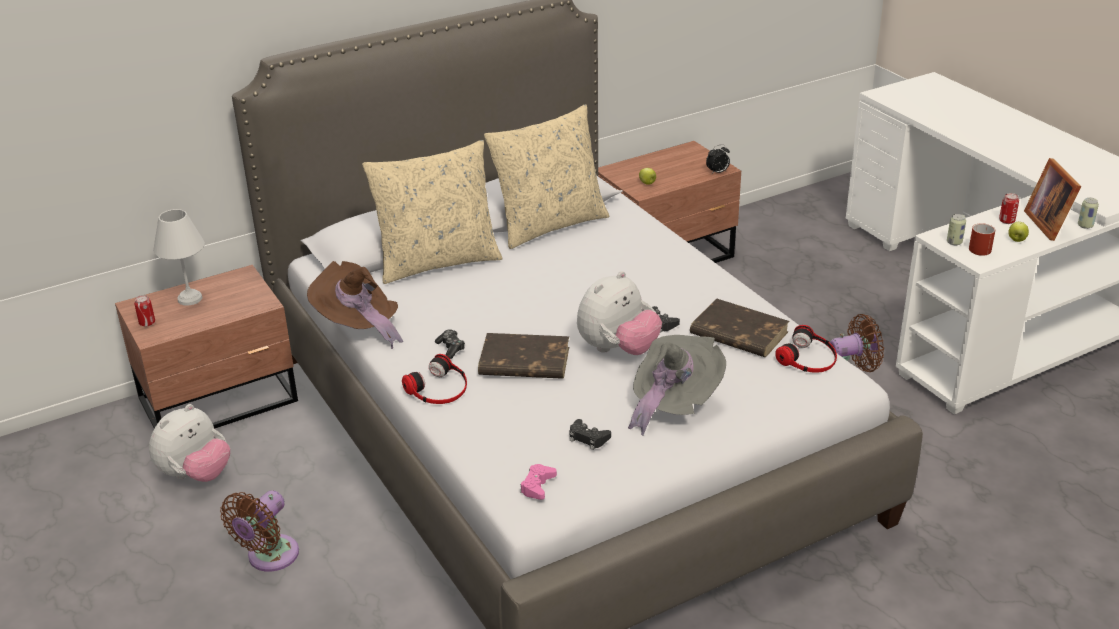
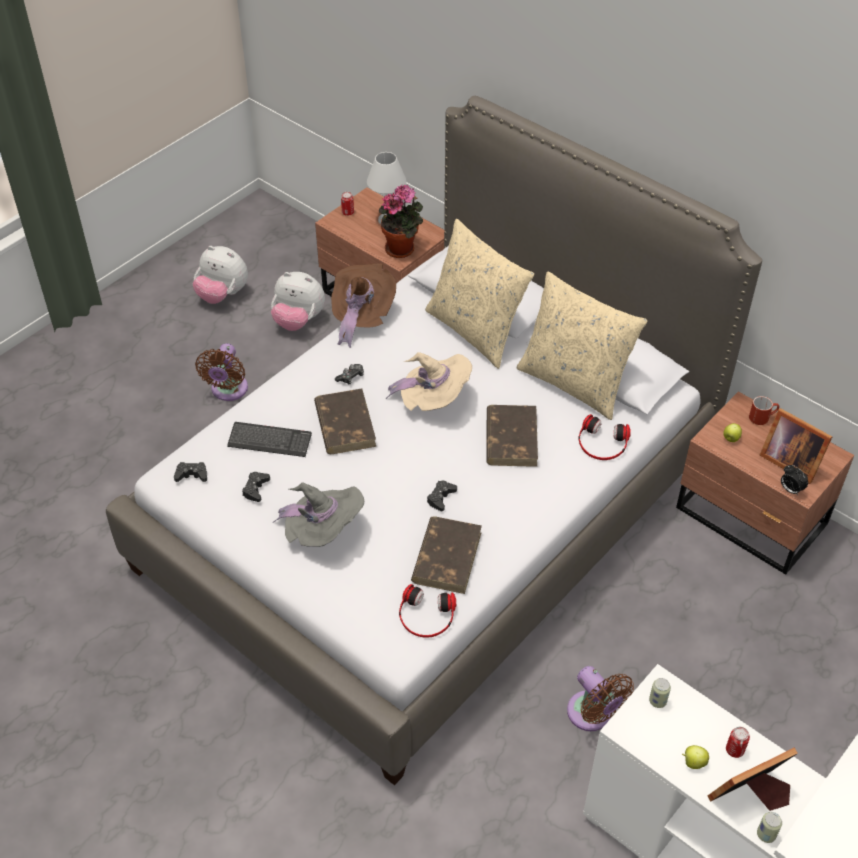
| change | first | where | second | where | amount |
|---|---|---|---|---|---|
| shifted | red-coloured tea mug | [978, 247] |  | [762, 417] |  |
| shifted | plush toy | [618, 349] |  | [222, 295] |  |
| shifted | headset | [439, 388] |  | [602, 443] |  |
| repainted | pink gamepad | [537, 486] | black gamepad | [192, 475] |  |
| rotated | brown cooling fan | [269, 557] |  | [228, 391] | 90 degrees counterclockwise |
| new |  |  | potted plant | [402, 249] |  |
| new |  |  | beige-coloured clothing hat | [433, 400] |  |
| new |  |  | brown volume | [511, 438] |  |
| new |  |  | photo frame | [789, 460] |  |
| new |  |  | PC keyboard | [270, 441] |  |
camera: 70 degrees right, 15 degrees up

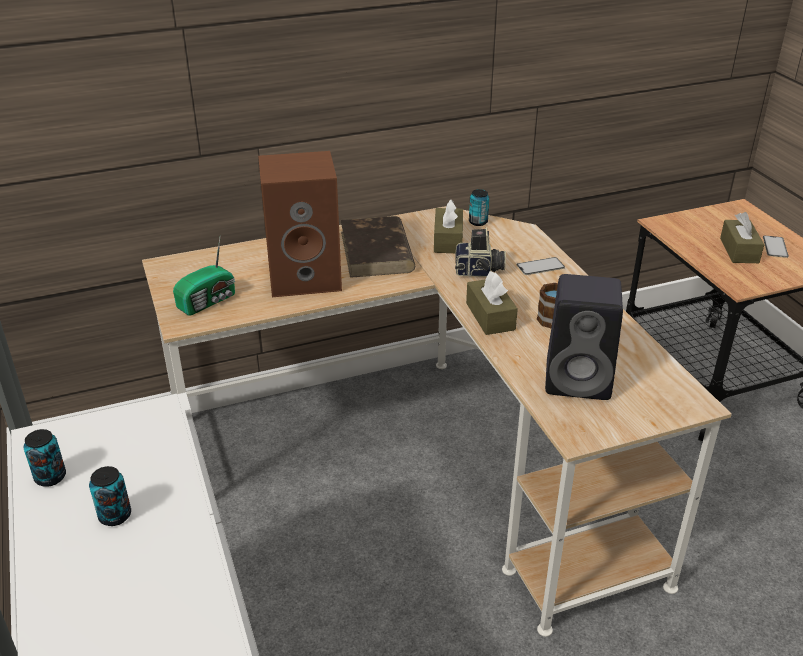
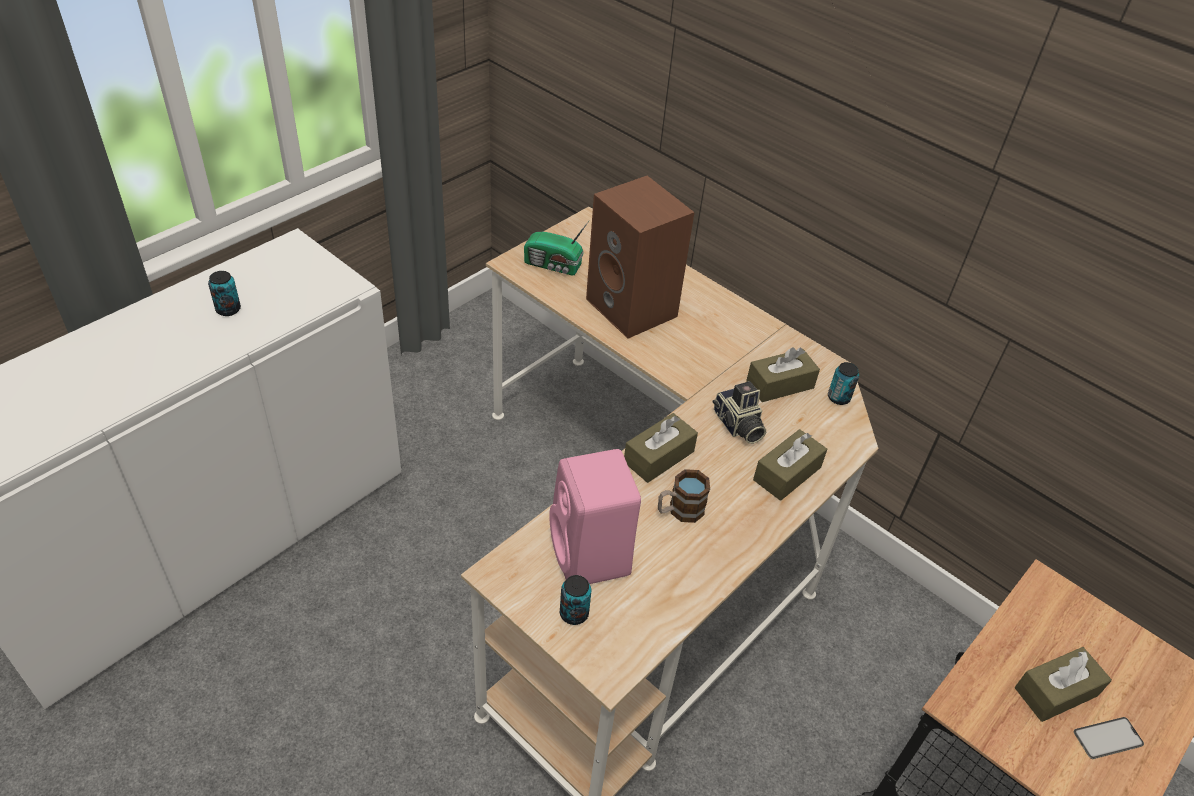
| change | first | where | second | where | amount |
|---|---|---|---|---|---|
| gone | brown volume | [377, 252] |  |  |  |
| swapped | phone | [540, 266] | brown tissue holder | [787, 473] |  |
| repainted | black speaker | [580, 380] | pink speaker | [592, 557] |  |
| shifted | can | [50, 477] |  | [574, 613] |  |
camera: 60 degrees right, 10 degrees up

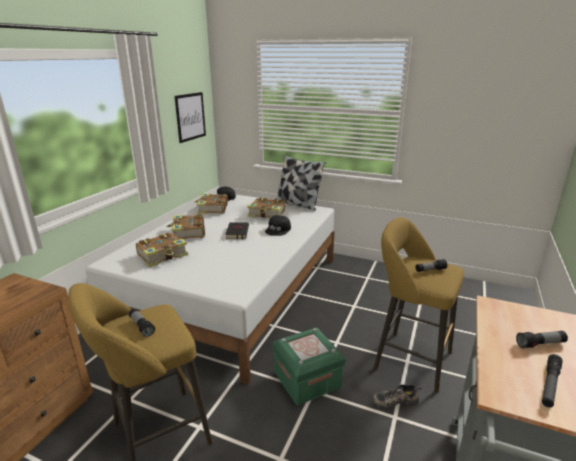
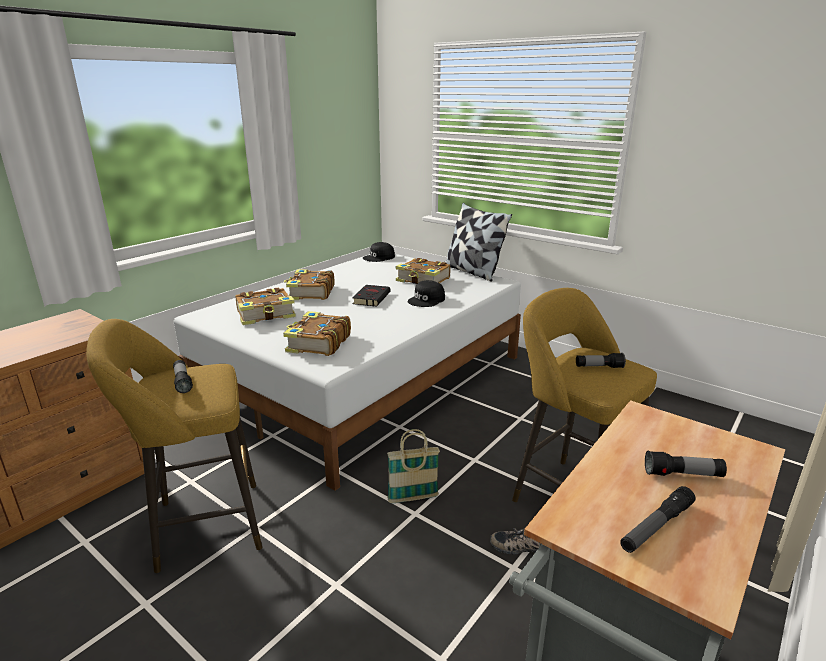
| change | first | where | second | where | amount |
|---|---|---|---|---|---|
| gone | picture | [190, 117] |  |  |  |
| shifted | volume | [212, 209] |  | [318, 343] |  |
| swapped | green storage bin | [307, 379] | storage basket | [413, 498] |  |
camera: 15 degrees right, 0 degrees up

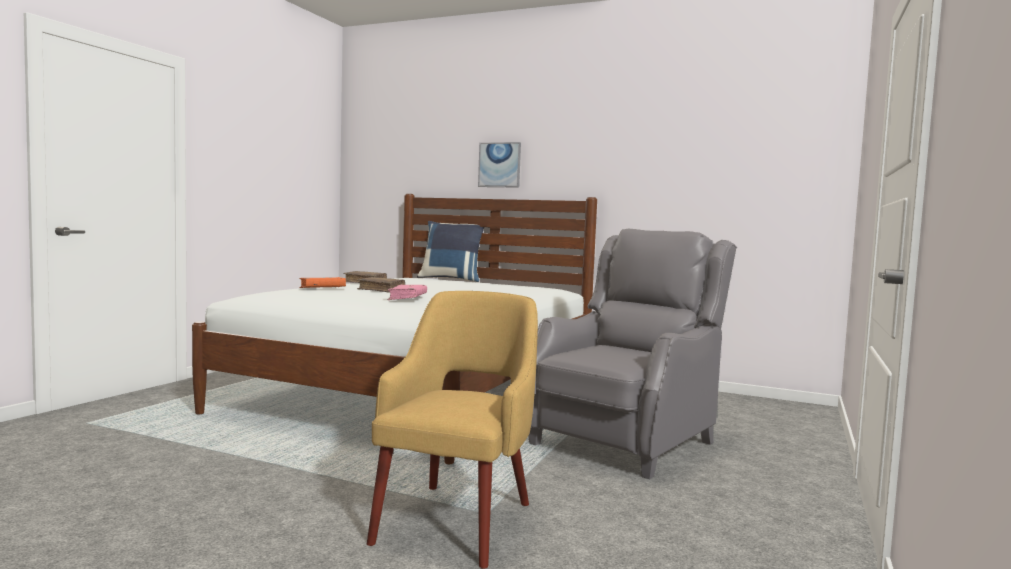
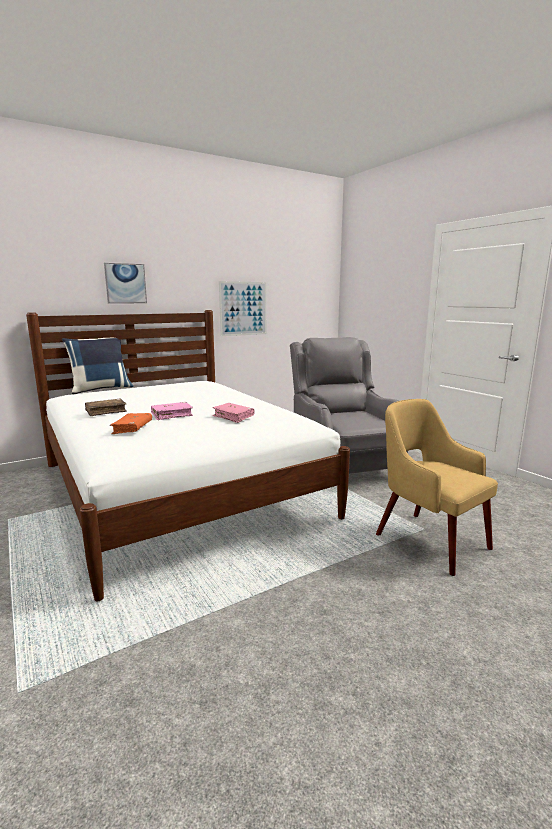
| change | first | where | second | where | amount |
|---|---|---|---|---|---|
| repainted | brown volume | [381, 290] | pink volume | [172, 415] |  |
| new |  |  | picture | [243, 308] |  |
camera: 55 degrees left, 10 degrees up

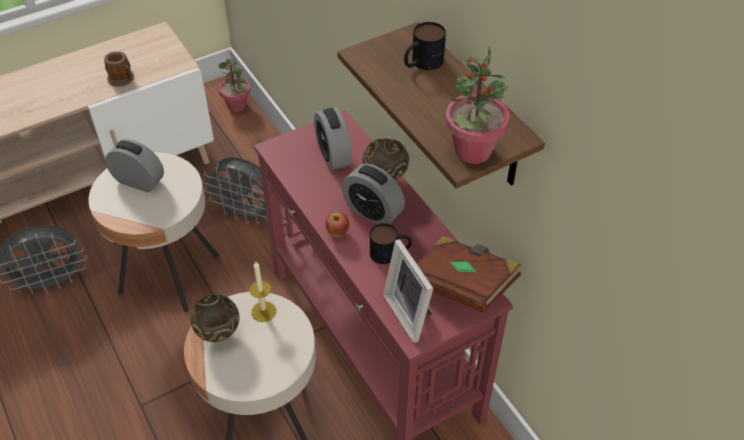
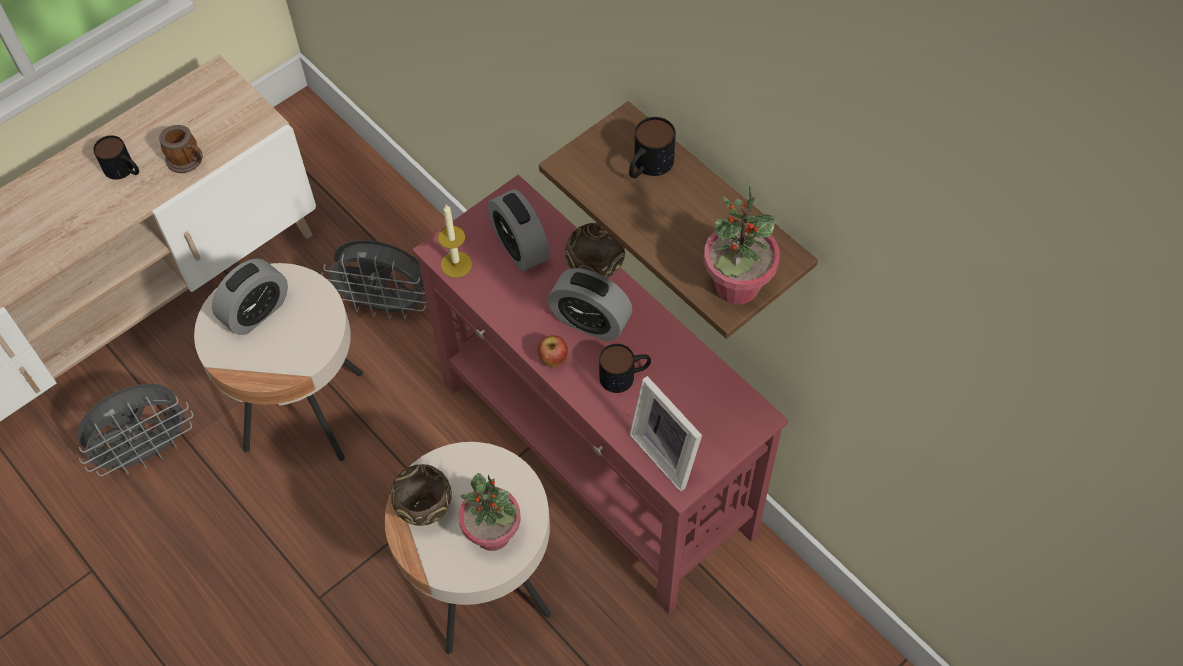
| change | first | where | second | where | amount |
|---|---|---|---|---|---|
| shifted | potted plant | [237, 105] |  | [493, 534] |  |
| rotated | alarm clock | [139, 181] |  | [256, 312] | 120 degrees clockwise |
| gone | brown volume | [462, 285] |  |  |  |
| shifted | wax candle | [263, 311] |  | [456, 264] |  |
| new |  |  | tea mug | [124, 170] |  |
camera: 10 degrees left, 10 degrees up

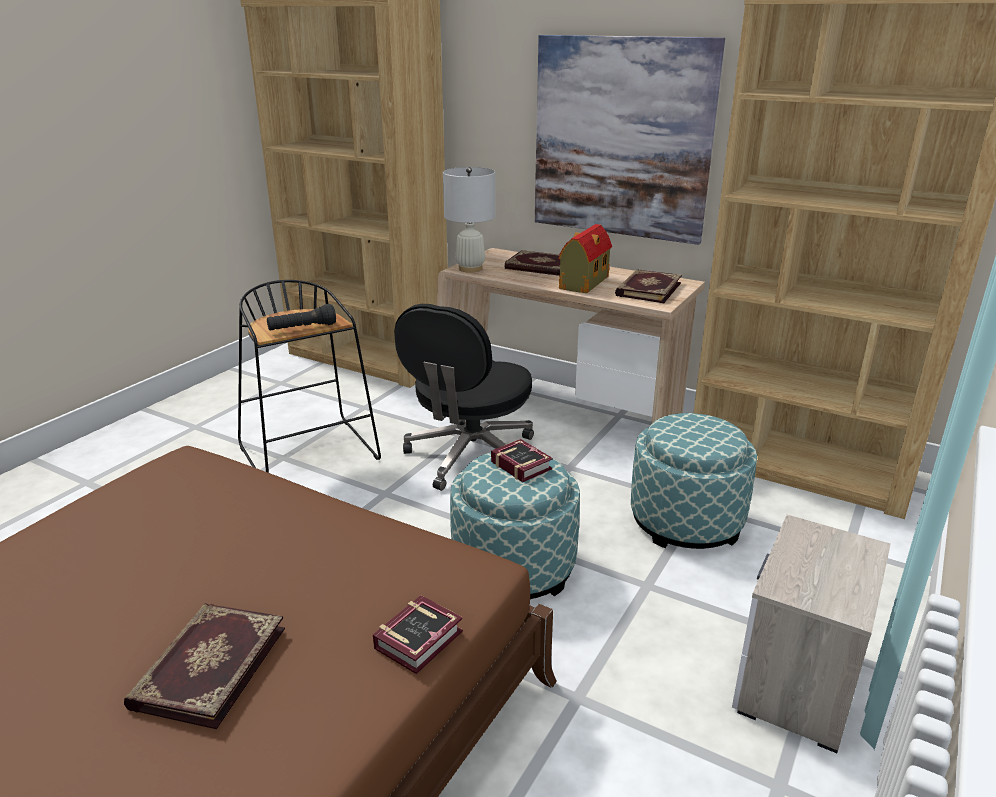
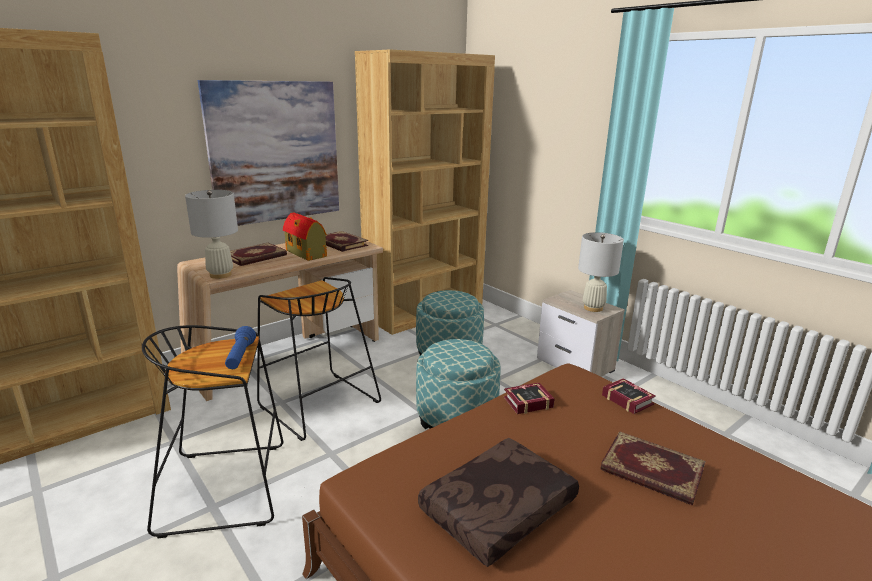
| change | first | where | second | where | amount |
|---|---|---|---|---|---|
| repainted | black flashlight | [302, 328] | blue flashlight | [240, 357] |  |
| swapped | black office chair | [470, 457] | black stool | [317, 404] |  |
| shifted | volume | [520, 464] |  | [525, 402] |  |
| new |  |  | white-coloured lamp for a table | [593, 308] |  |
| new |  |  | brown throw pillow | [499, 511] |  |
camera: 70 degrees left, 5 degrees down

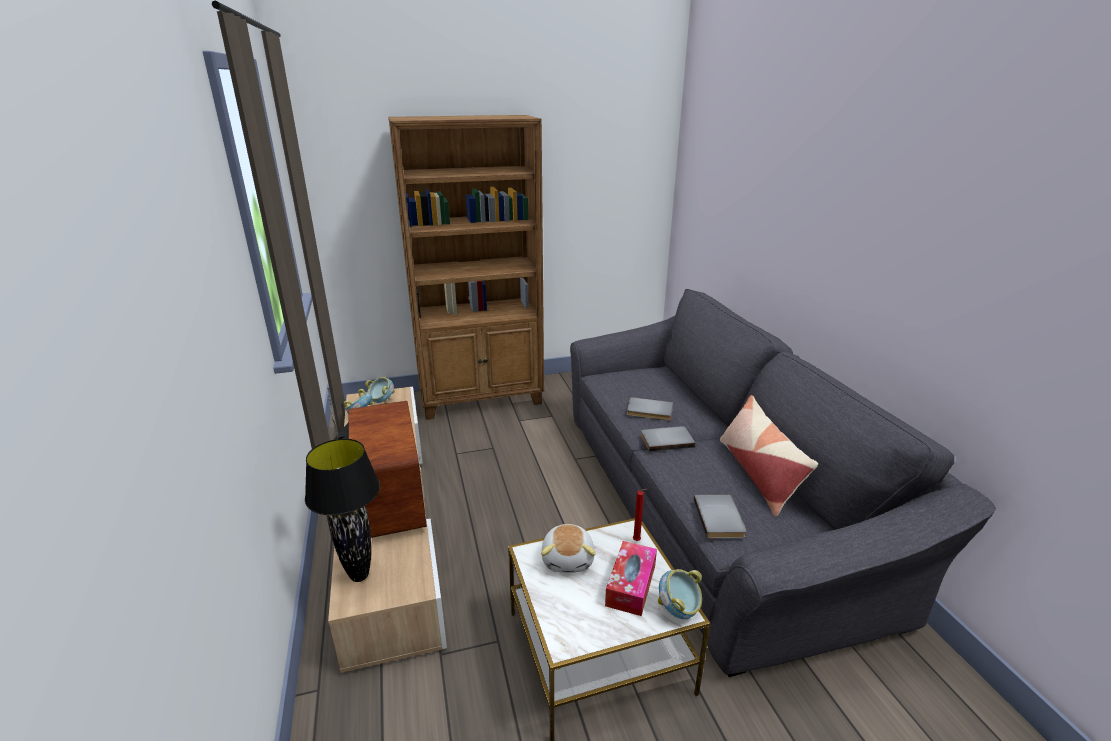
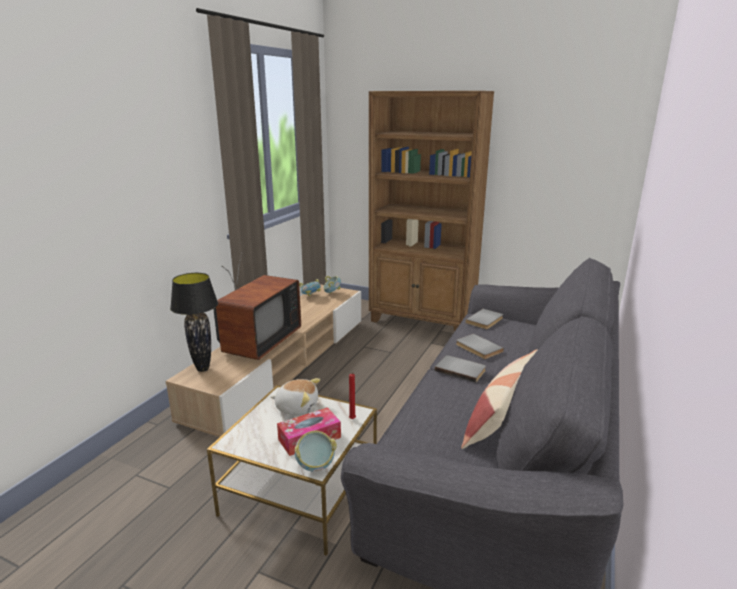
| change | first | where | second | where | amount |
|---|---|---|---|---|---|
| shifted | gray volume | [720, 518] |  | [485, 321] |  |
| rotated | plush toy | [568, 559] |  | [297, 407] | 120 degrees counterclockwise |
camera: 40 degrees right, 5 degrees down

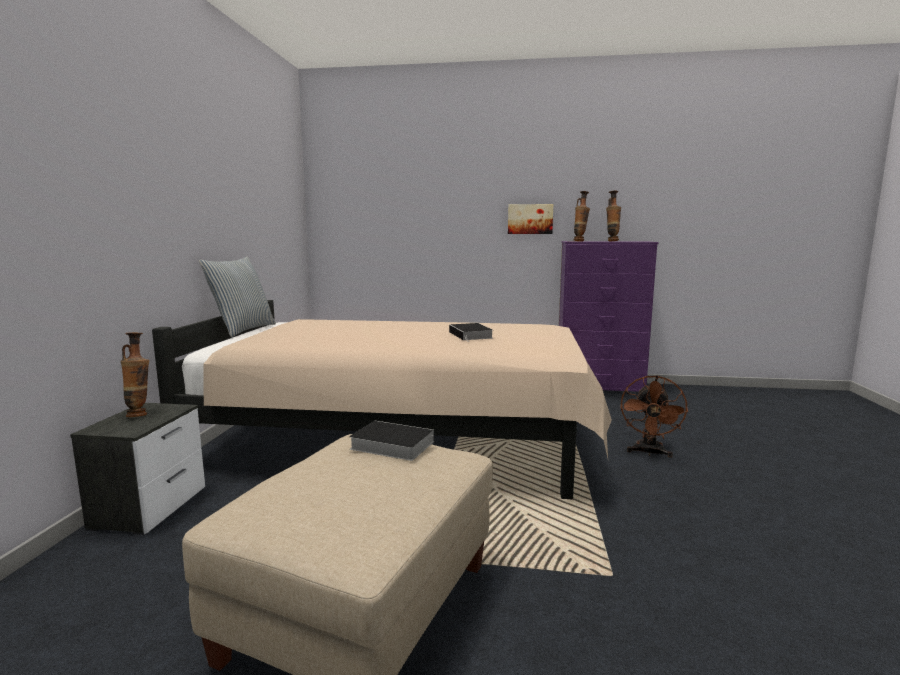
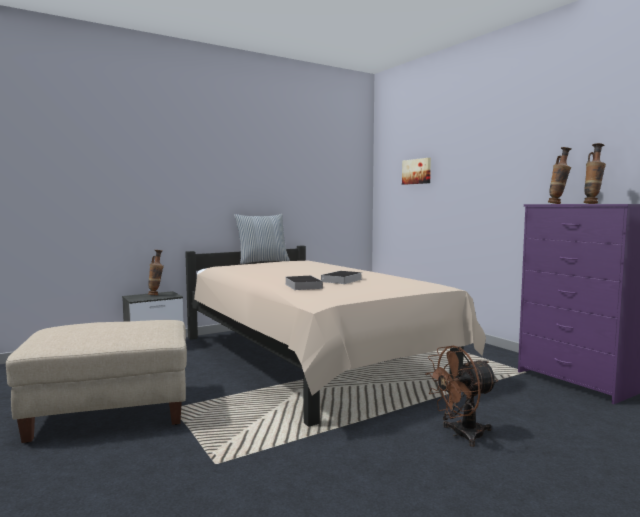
| change | first | where | second | where | amount |
|---|---|---|---|---|---|
| shifted | picture | [530, 219] |  | [417, 171] |  |
| shifted | volume | [389, 445] |  | [302, 286] |  |
camera: 50 degrees right, 5 degrees down

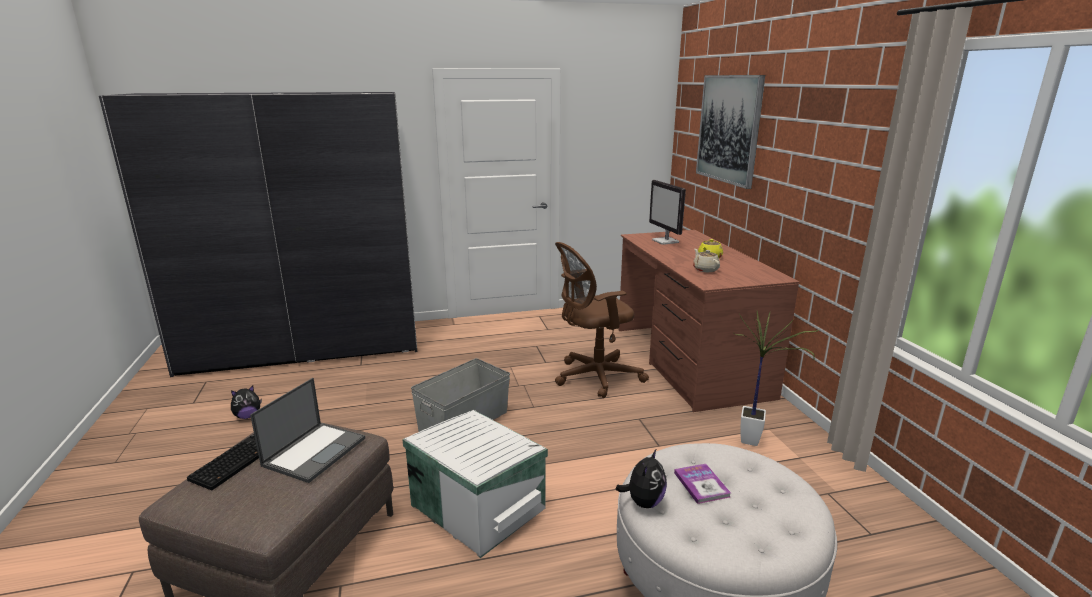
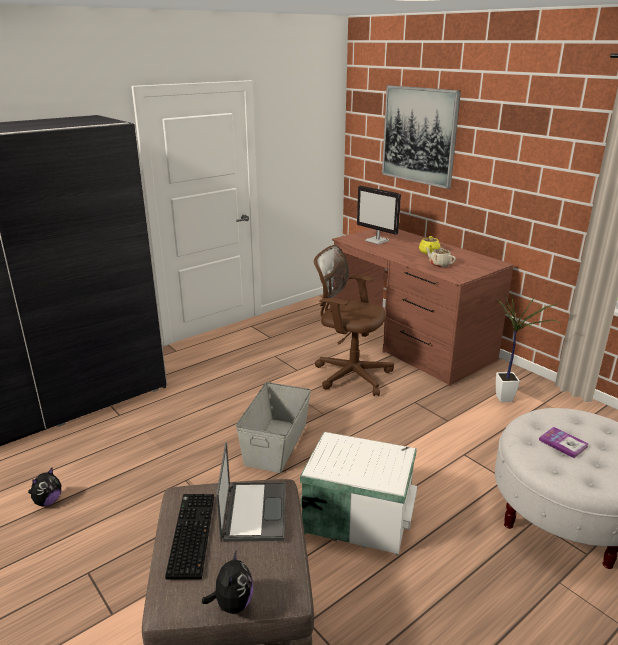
| change | first | where | second | where | amount |
|---|---|---|---|---|---|
| rotated | brown office chair | [594, 377] |  | [349, 374] | 75 degrees clockwise |
| shifted | plush toy | [643, 502] |  | [232, 604] |  |
camera: 25 degrees left, 5 degrees up

